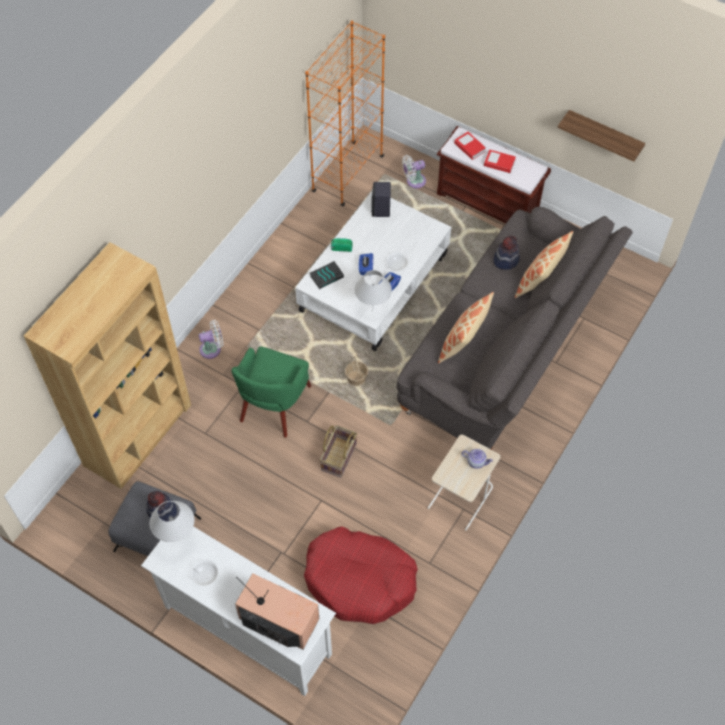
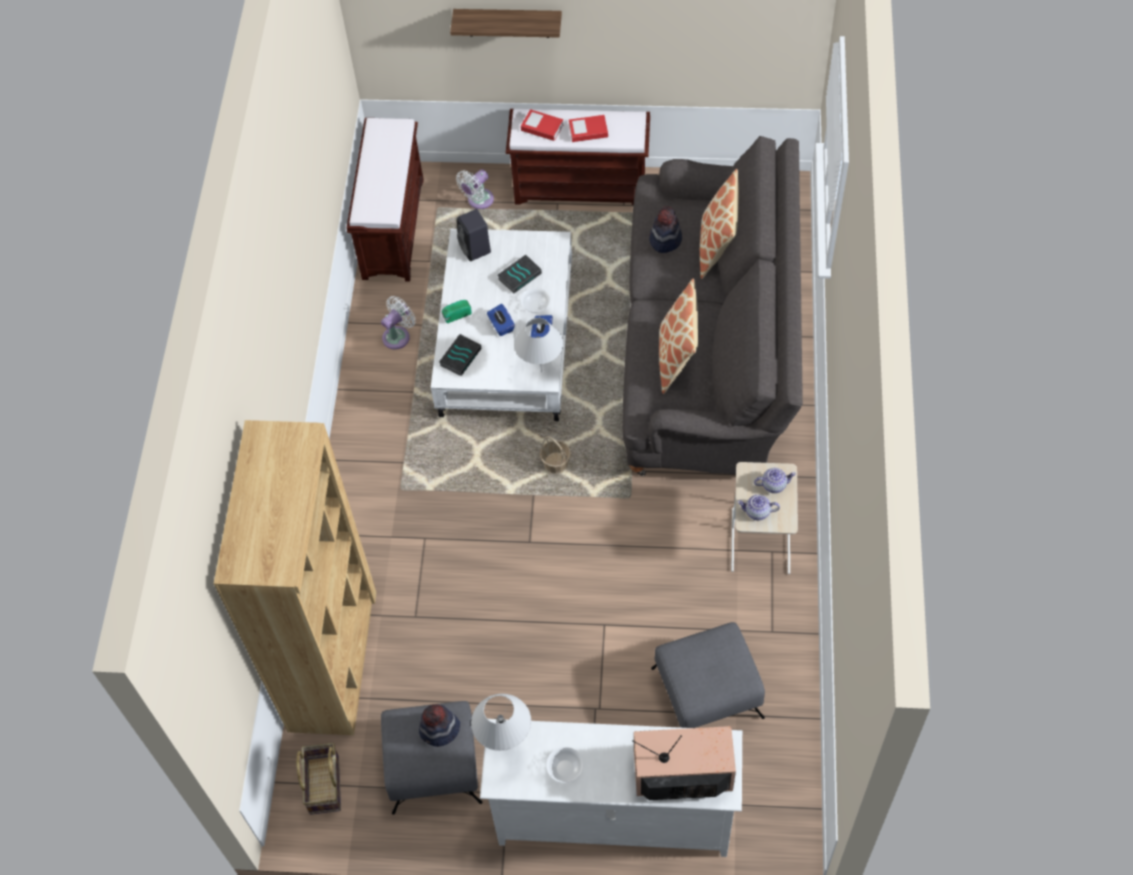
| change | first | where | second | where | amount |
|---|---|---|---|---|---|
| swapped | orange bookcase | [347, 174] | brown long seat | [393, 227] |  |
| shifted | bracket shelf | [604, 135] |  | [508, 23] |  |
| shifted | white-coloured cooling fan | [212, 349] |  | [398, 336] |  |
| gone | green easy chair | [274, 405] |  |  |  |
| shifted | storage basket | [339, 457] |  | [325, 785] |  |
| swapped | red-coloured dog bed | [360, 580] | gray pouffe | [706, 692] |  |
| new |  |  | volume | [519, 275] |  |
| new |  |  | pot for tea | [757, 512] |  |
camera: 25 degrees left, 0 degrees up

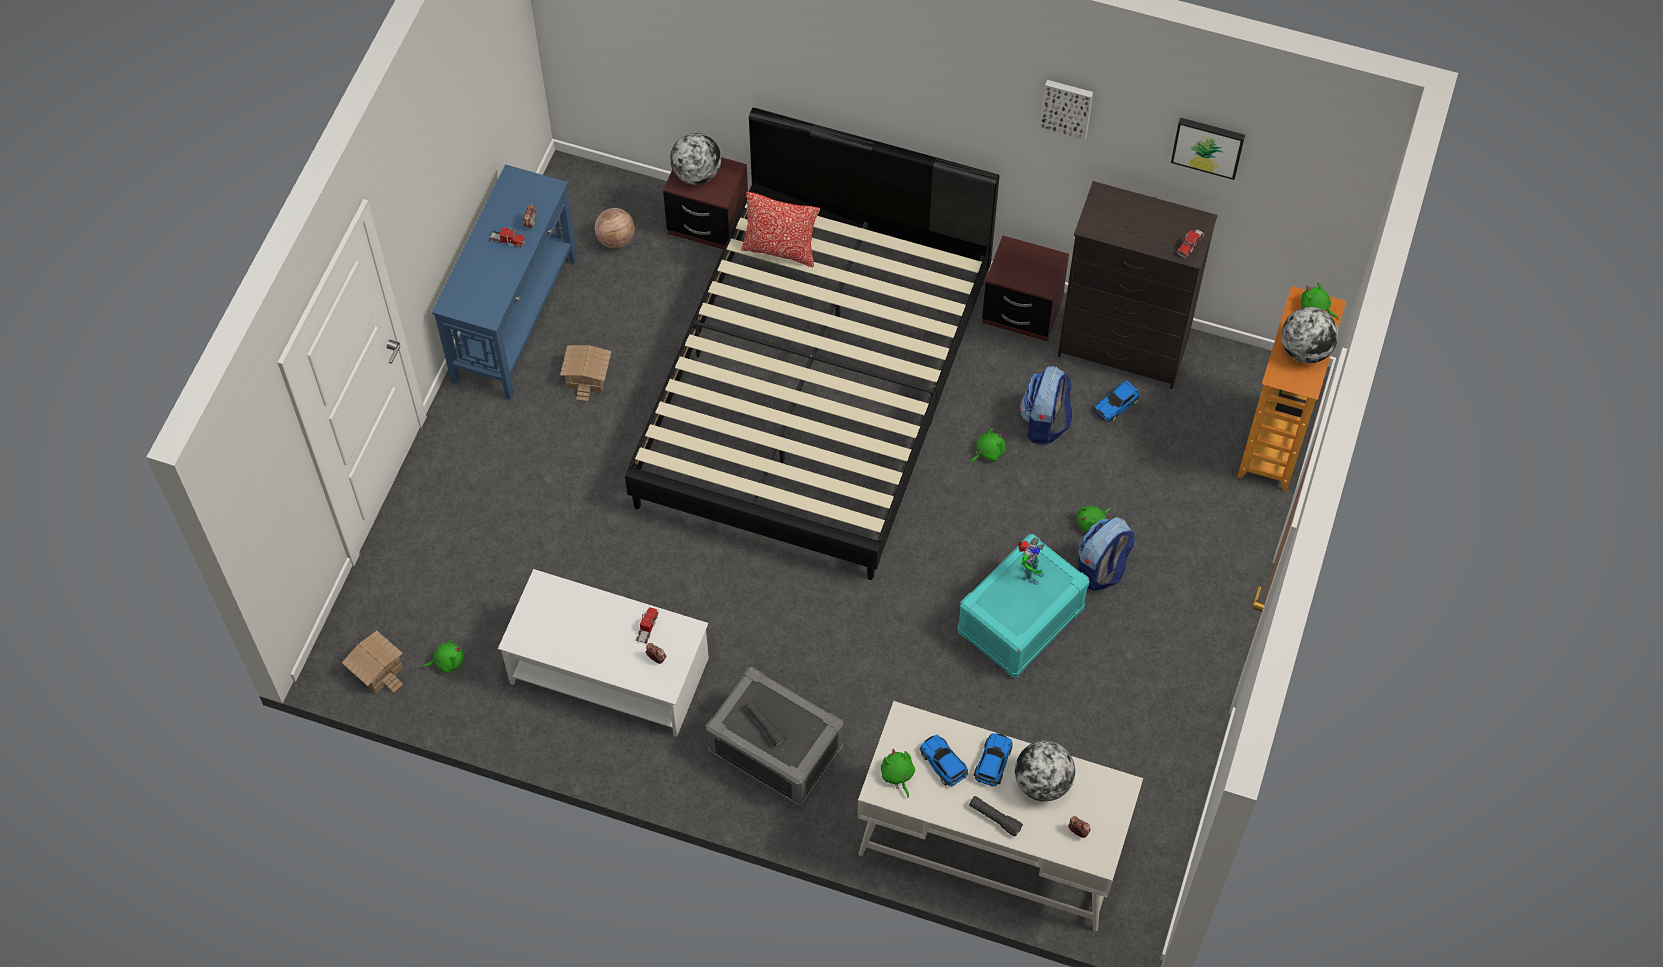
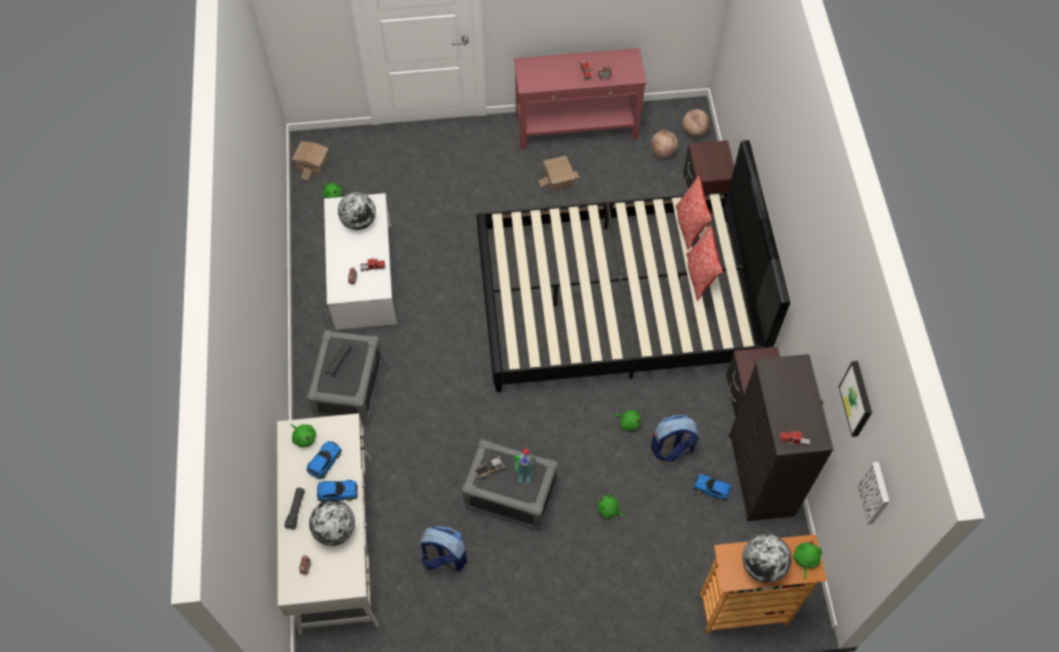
| change | first | where | second | where | amount |
|---|---|---|---|---|---|
| shifted | picture | [1067, 107] |  | [876, 493] |  |
| shifted | world globe | [697, 174] |  | [359, 222] |  |
| repainted | blue hall table | [516, 318] | red-coloured hall table | [577, 128] |  |
| shifted | rucksack | [1101, 570] |  | [444, 558] |  |
| repainted | blue-green storage bin | [1021, 621] | gray storage bin | [510, 494] |  |
| rotated | green plush toy | [897, 775] |  | [304, 437] | 90 degrees clockwise |
| new |  |  | basketball | [694, 131] |  |
| new |  |  | throw pillow | [699, 276] |  |
| new |  |  | model truck | [490, 469] |  |
camera: 65 degrees right, 0 degrees up

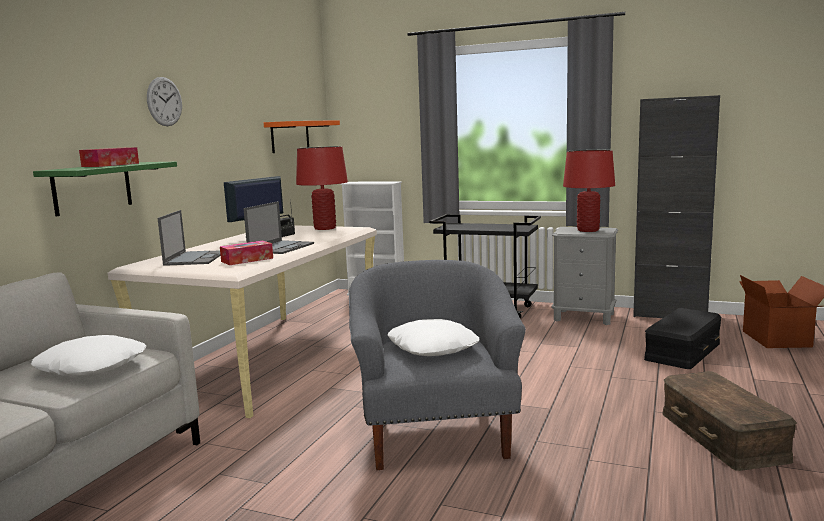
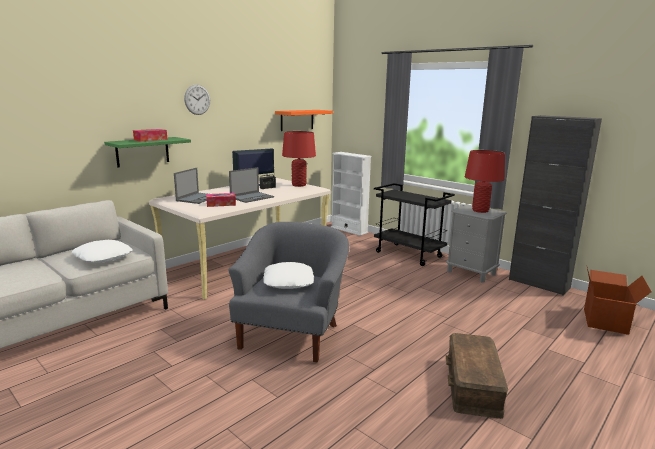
| change | first | where | second | where | amount |
|---|---|---|---|---|---|
| gone | black storage bin | [681, 351] |  |  |  |
camera: 20 degrees right, 5 degrees up

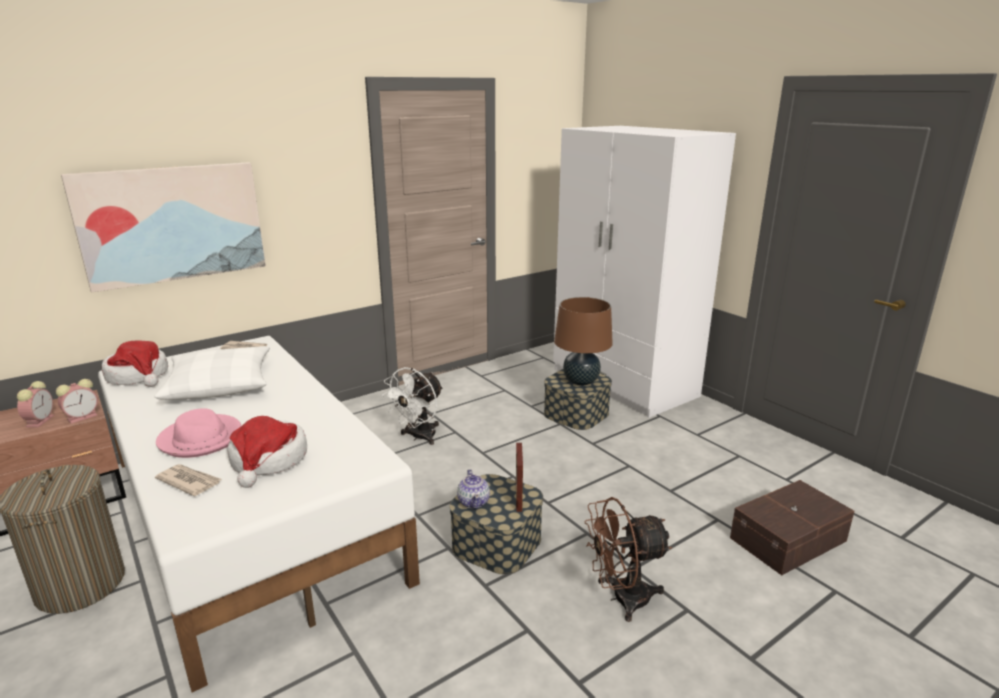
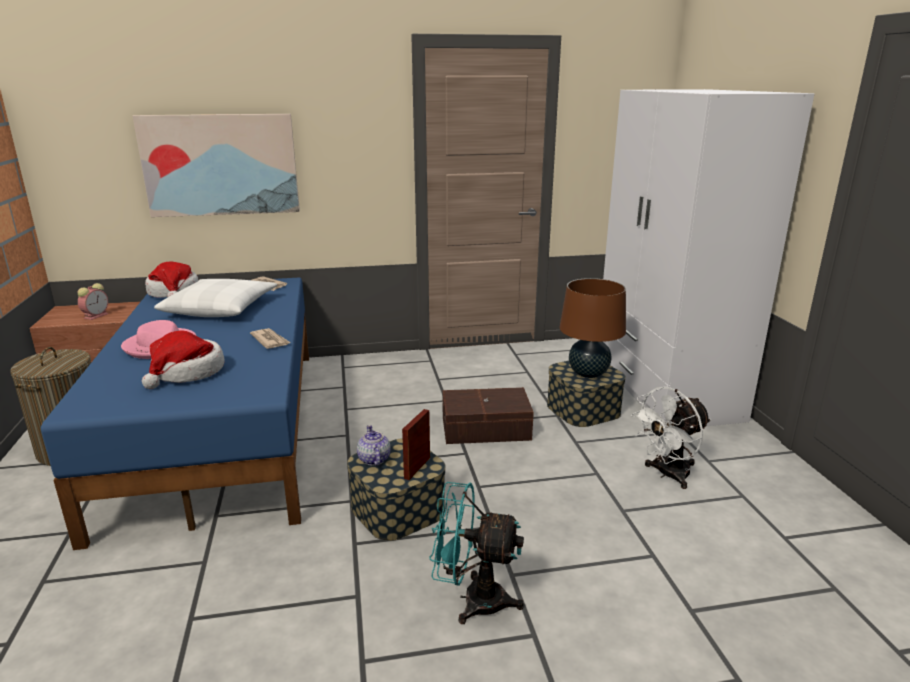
| change | first | where | second | where | amount |
|---|---|---|---|---|---|
| repainted | white-coloured bedroom bed | [251, 515] | blue bedroom bed | [223, 429] |  |
| shifted | white-coloured cooling fan | [419, 437] |  | [667, 475] |  |
| gone | alarm clock | [83, 417] |  |  |  |
| shifted | newspaper | [189, 481] |  | [270, 340] |  |
| rotated | pot for tea | [474, 502] |  | [373, 459] | 150 degrees clockwise |
| shifted | brown storage bin | [790, 540] |  | [486, 429] |  |
| repainted | brown cooling fan | [621, 598] | blue-green cooling fan | [473, 599] |  |
camera: 25 degrees right, 0 degrees up

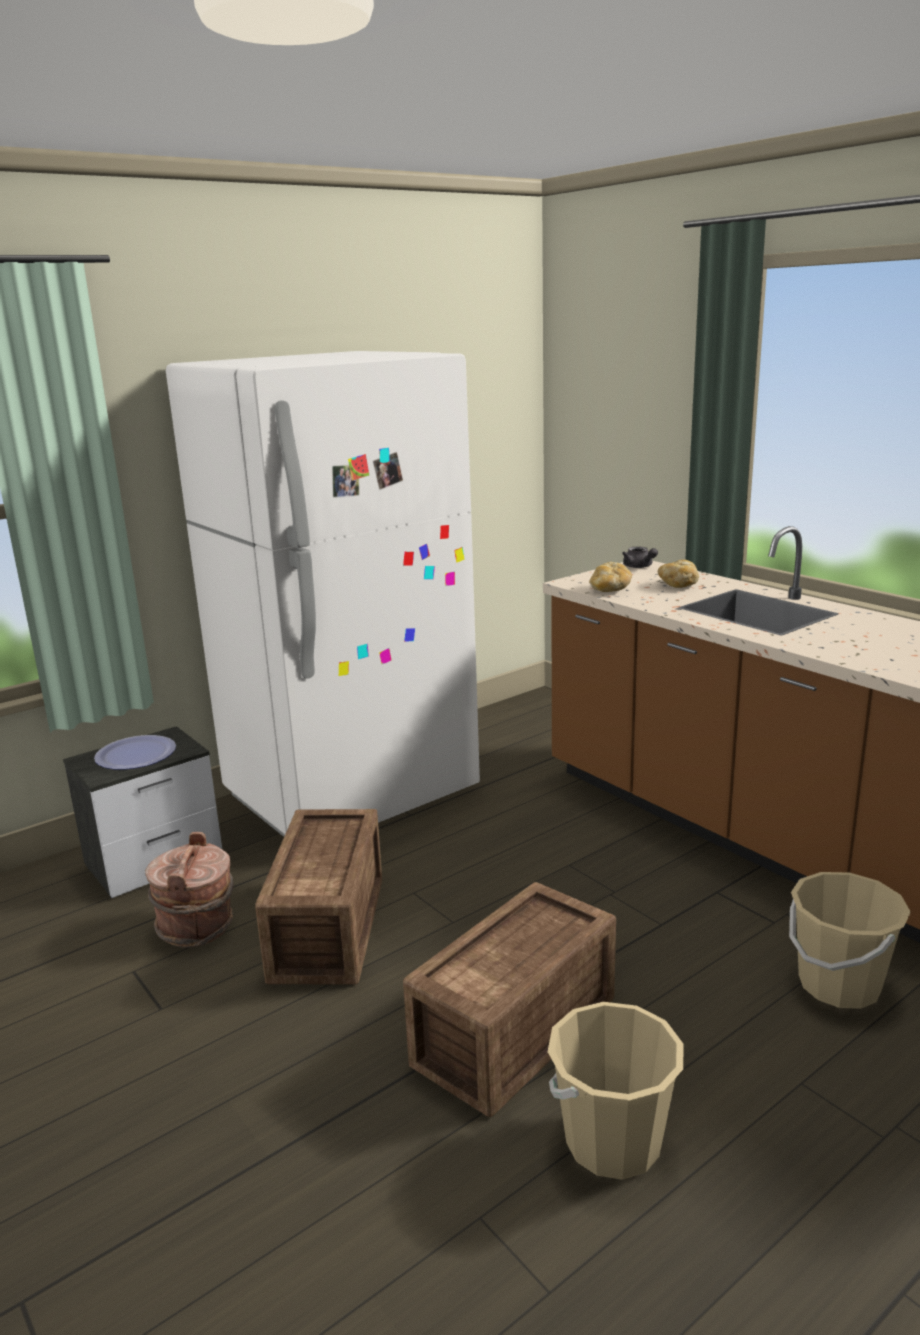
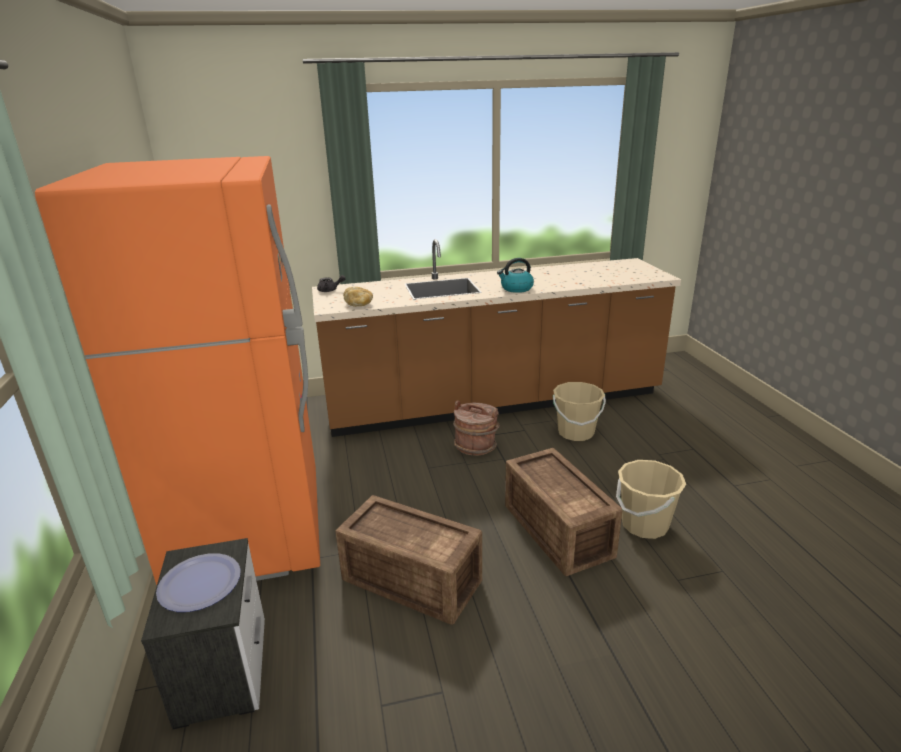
| change | first | where | second | where | amount |
|---|---|---|---|---|---|
| repainted | white-coloured refrigerator | [352, 794] | orange refrigerator | [250, 529] |  |
| gone | baked bread | [678, 585] |  |  |  |
| shifted | brown bucket | [197, 927] |  | [476, 446] |  |
| new |  |  | tea kettle | [516, 288] |  |
camera: 65 degrees left, 5 degrees up

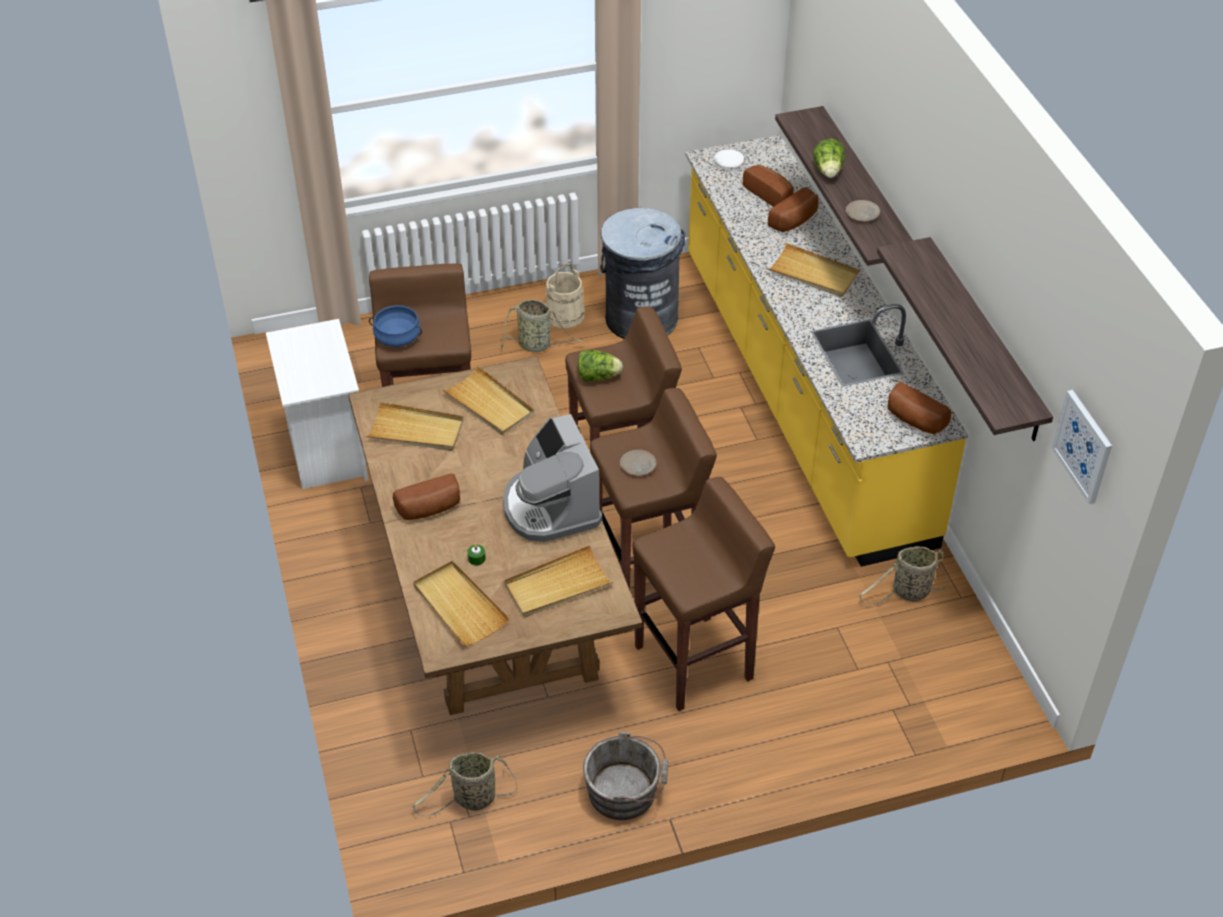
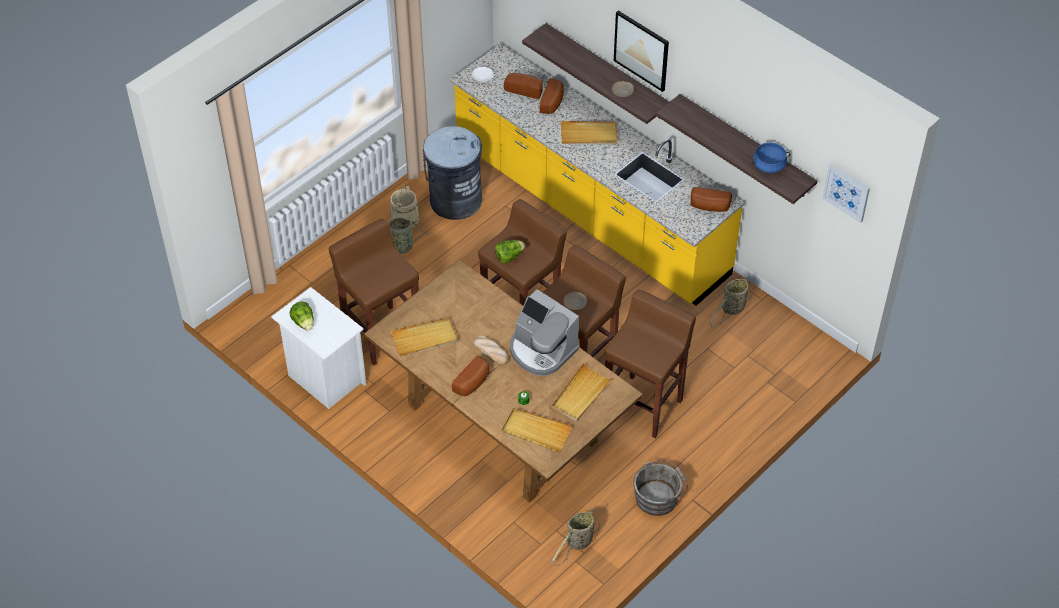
| change | first | where | second | where | amount |
|---|---|---|---|---|---|
| shifted | lettuce head | [828, 171] |  | [304, 323] |  |
| shifted | blue cooking pot | [397, 338] |  | [769, 165] |  |
| gone | beige-coloured carrying tray | [489, 404] |  |  |  |
| new |  |  | picture | [641, 50] |  |
| new |  |  | baked bread | [491, 351] |  |
camera: 30 degrees left, 5 degrees up

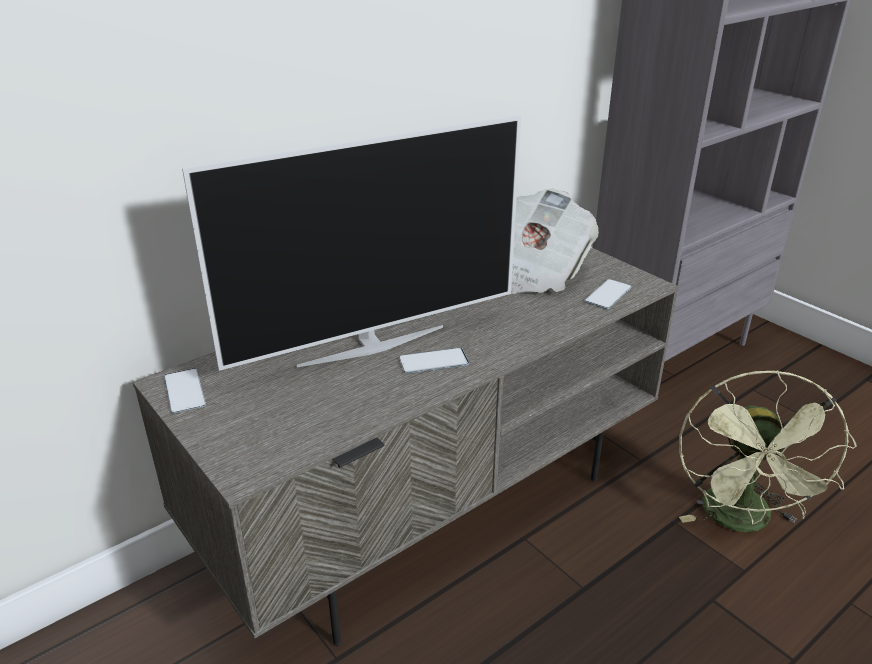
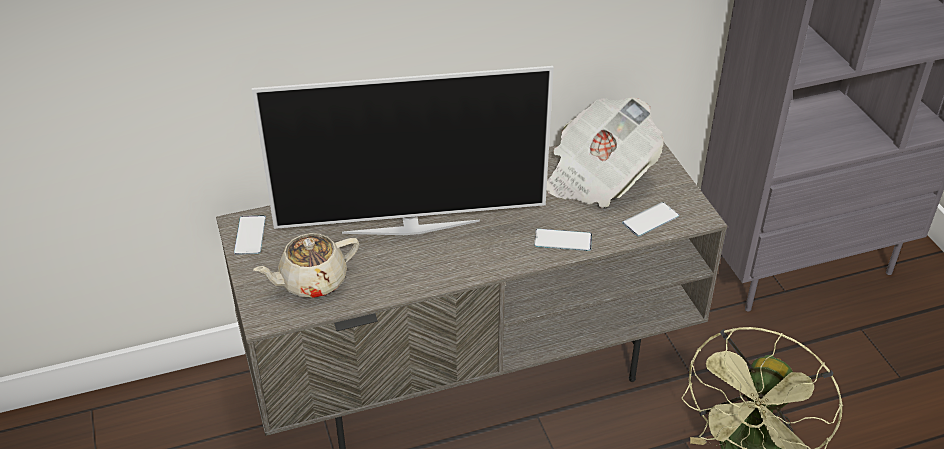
| change | first | where | second | where | amount |
|---|---|---|---|---|---|
| shifted | phone | [433, 361] |  | [563, 240] |  |
| new |  |  | beige-coloured pot for tea | [311, 281] |  |
camera: 20 degrees right, 10 degrees up

